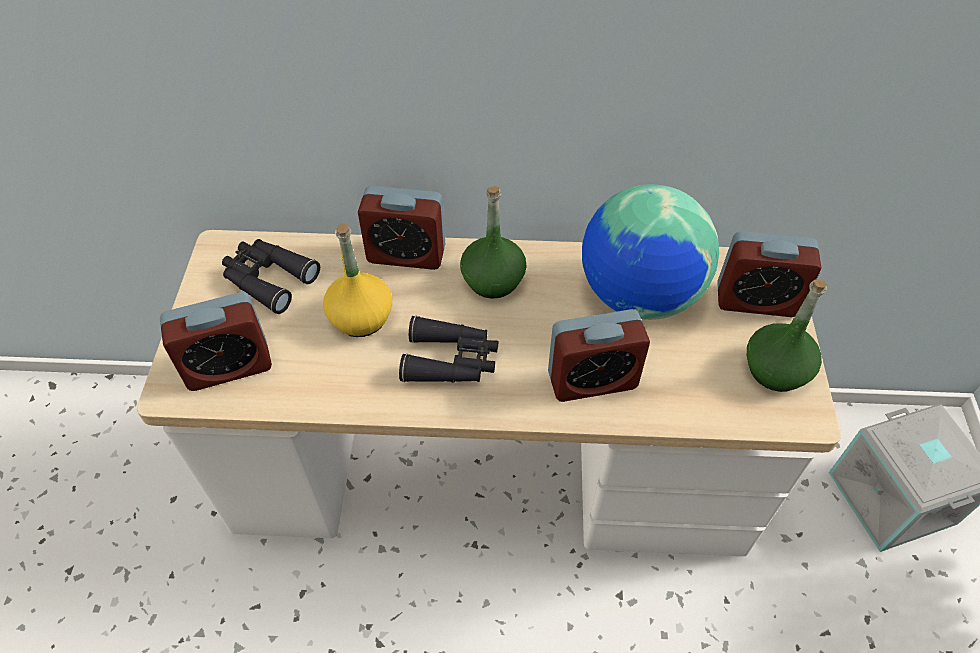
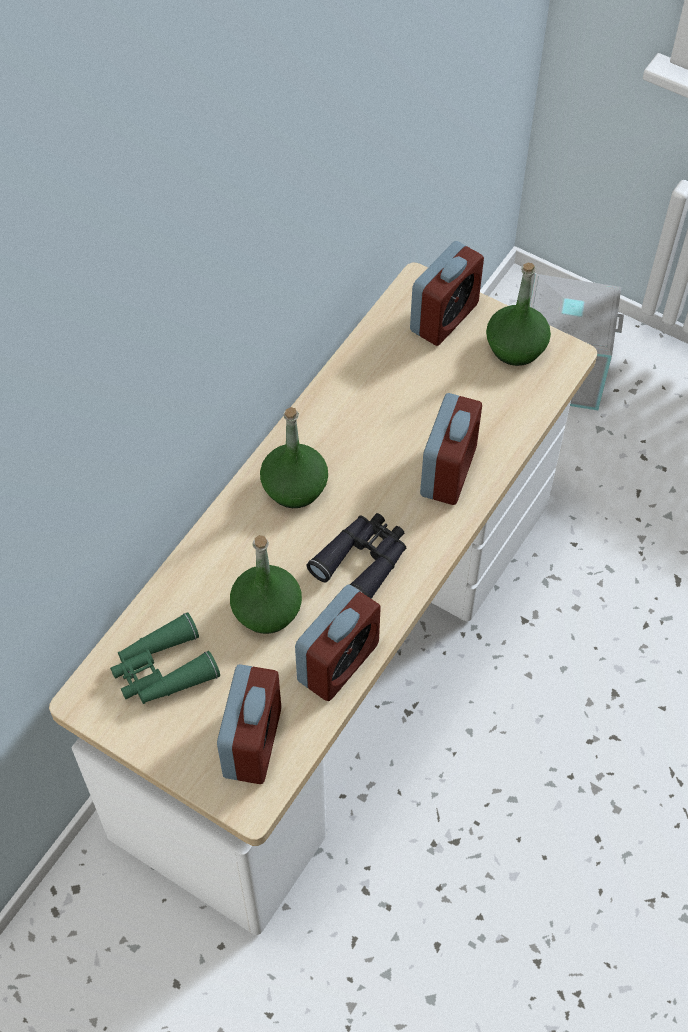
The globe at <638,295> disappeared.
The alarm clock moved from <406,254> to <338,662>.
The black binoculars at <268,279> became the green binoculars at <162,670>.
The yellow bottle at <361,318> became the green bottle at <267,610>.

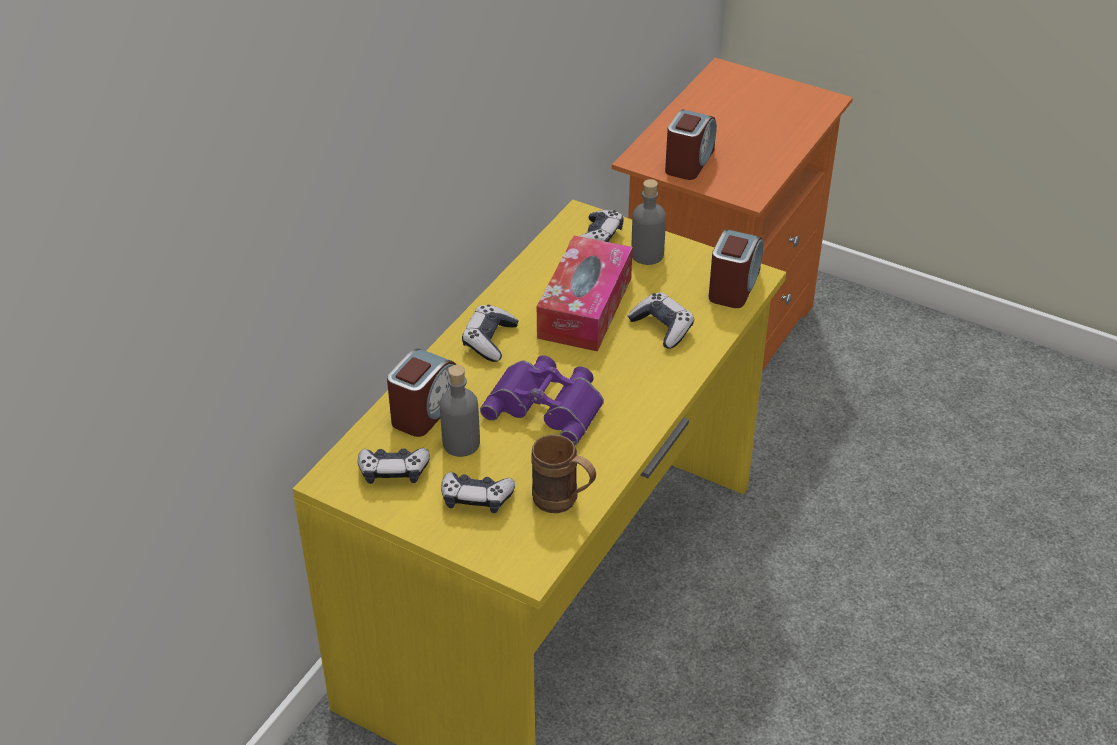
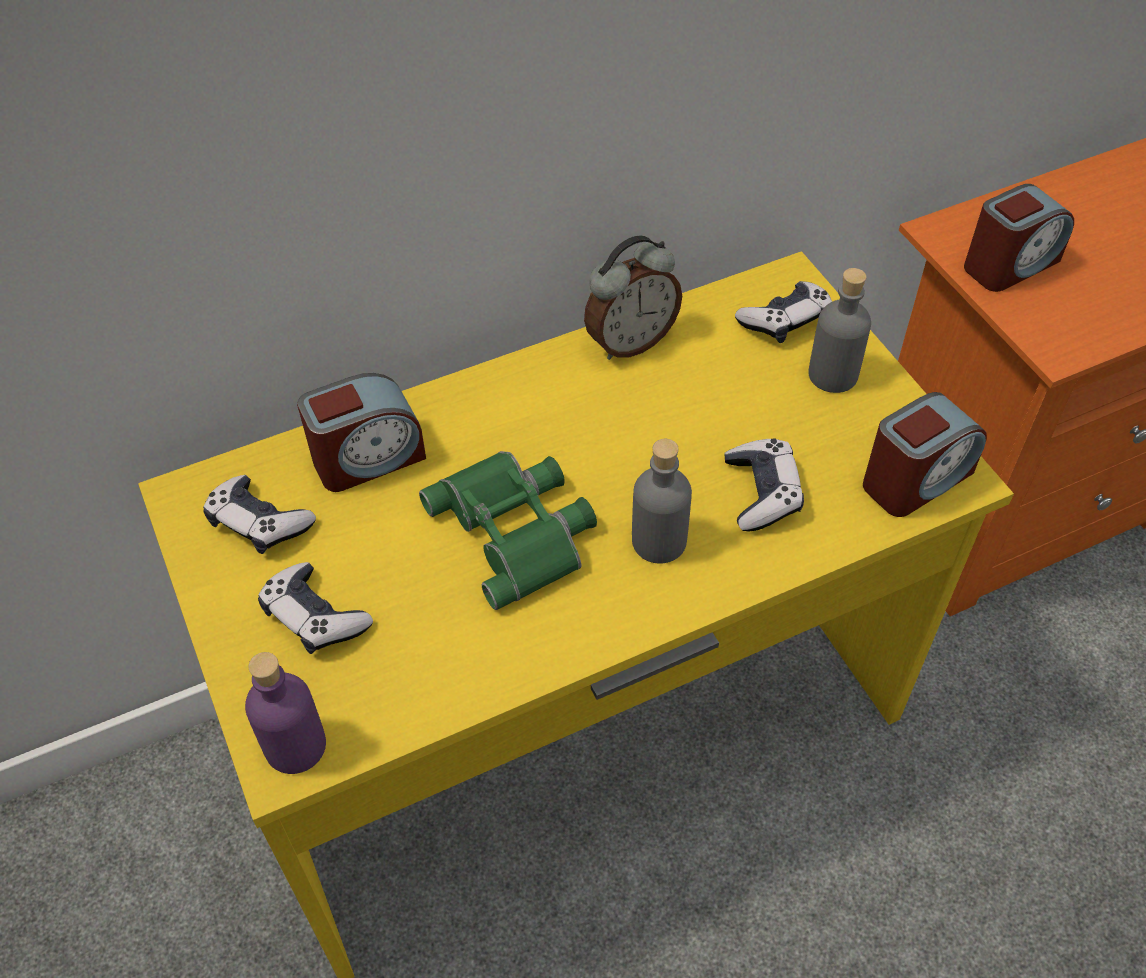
The game controller at <489,340> disappeared.
The brown mug at <563,503> disappeared.
The tissue box at <585,307> disappeared.
The purple bottle at <295,746> appeared.
The alarm clock at <630,342> appeared.
The grey bottle moved from <461,443> to <658,541>.
The purple binoculars at <548,405> became the green binoculars at <517,529>.

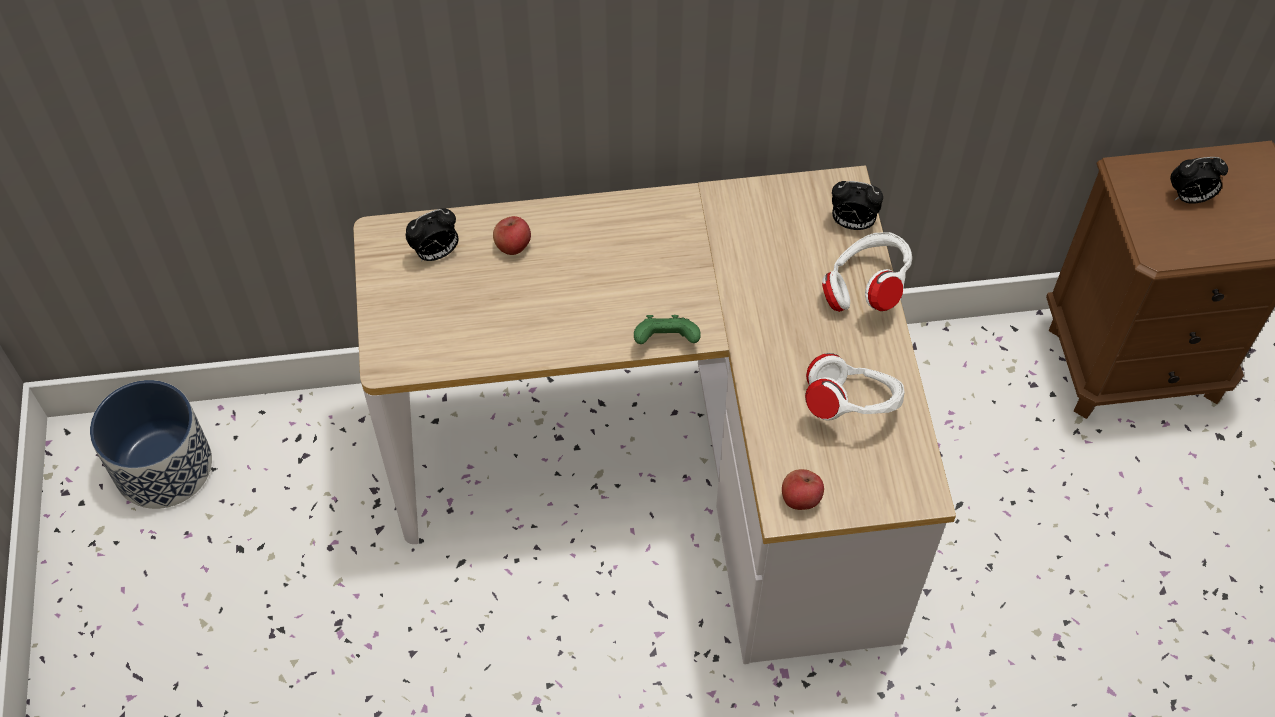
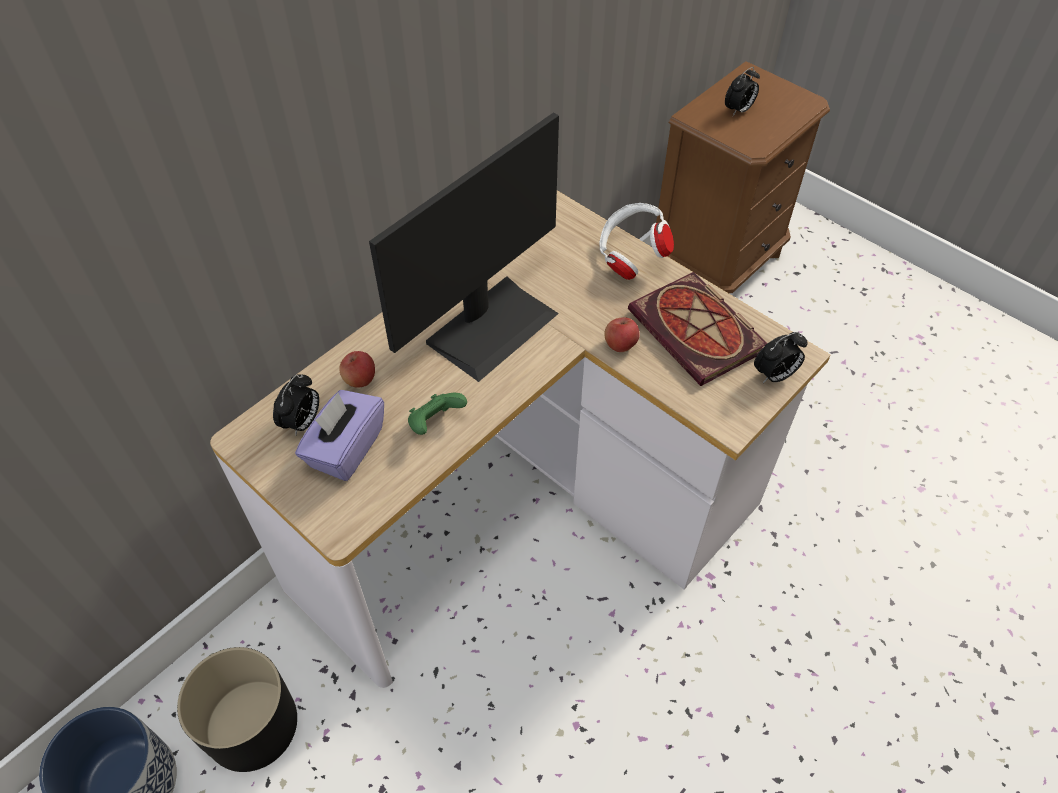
The black planter at <252,726> appeared.
The purple tissue box at <345,448> appeared.
The monitor at <491,326> appeared.
The green game controller moved from <666,341> to <435,423>.
The apple moved from <800,499> to <620,345>.
The alarm clock moved from <852,223> to <774,376>.
The white headphones at <850,407> was replaced by the book at <699,333>.

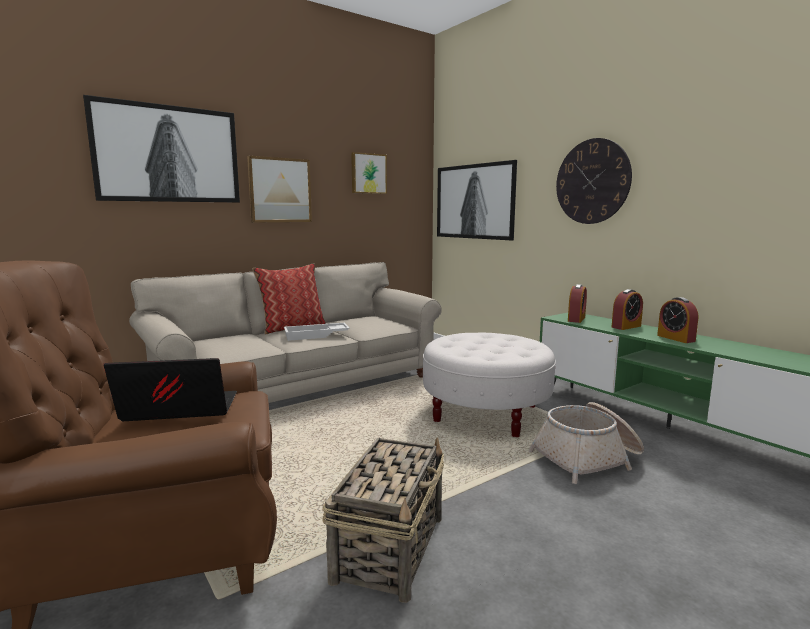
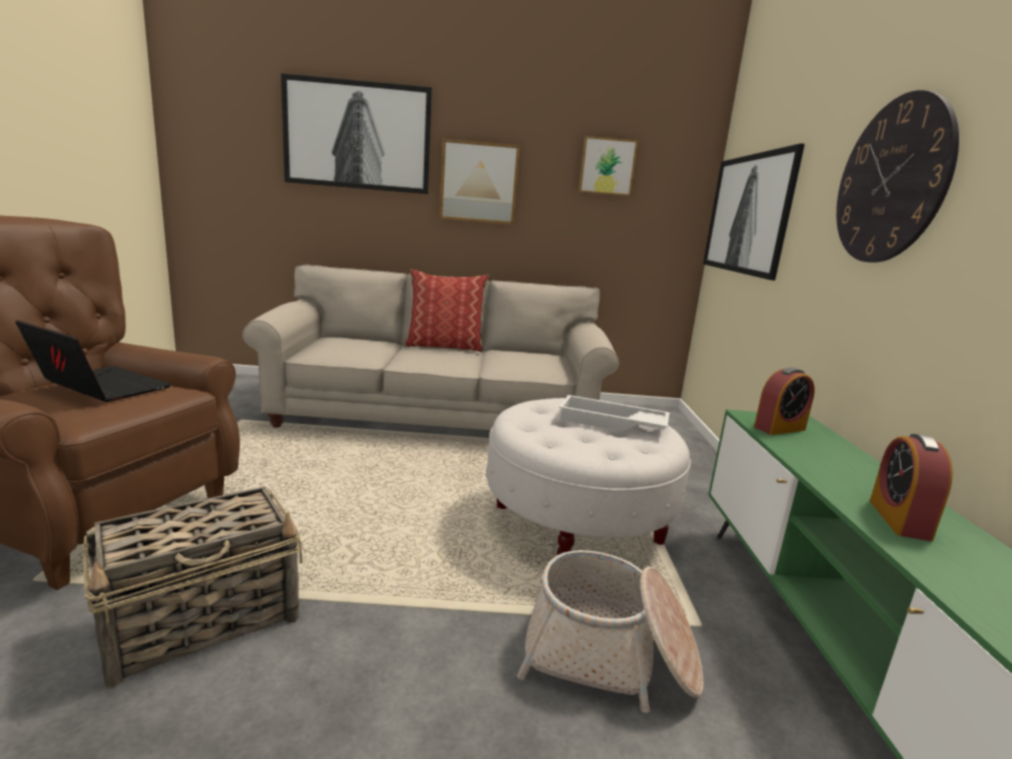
The alarm clock at <626,326> disappeared.
The white tray moved from <316,335> to <611,423>.

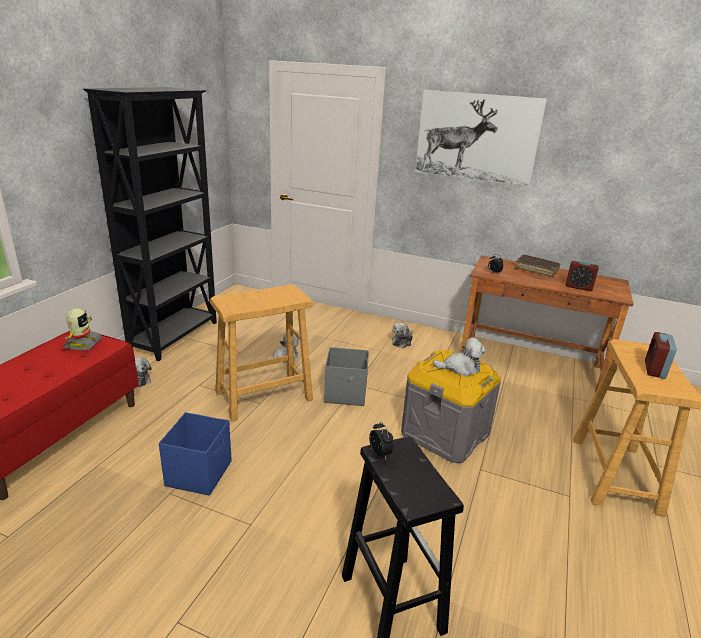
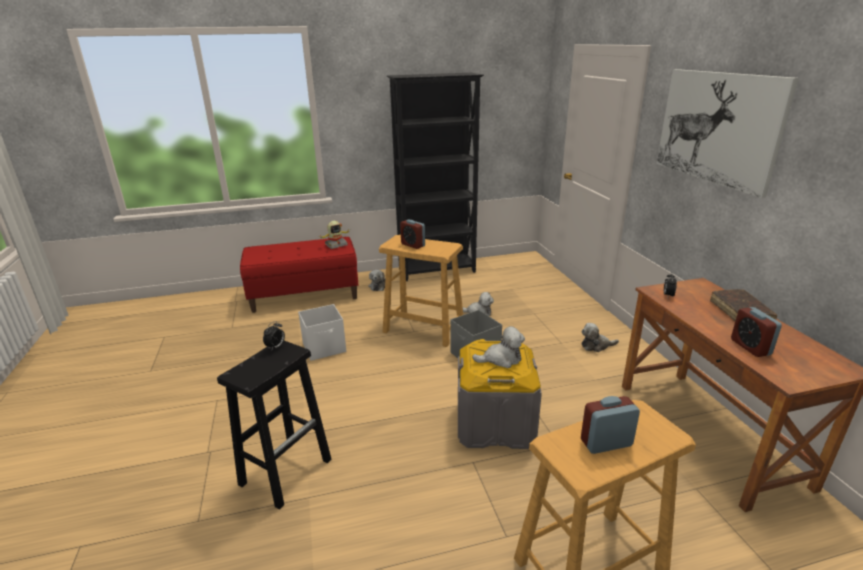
The alarm clock at <413,245> appeared.
The blue storage box at <200,473> became the white storage box at <325,348>.
The plush toy at <460,368> turned 60 degrees counterclockwise.

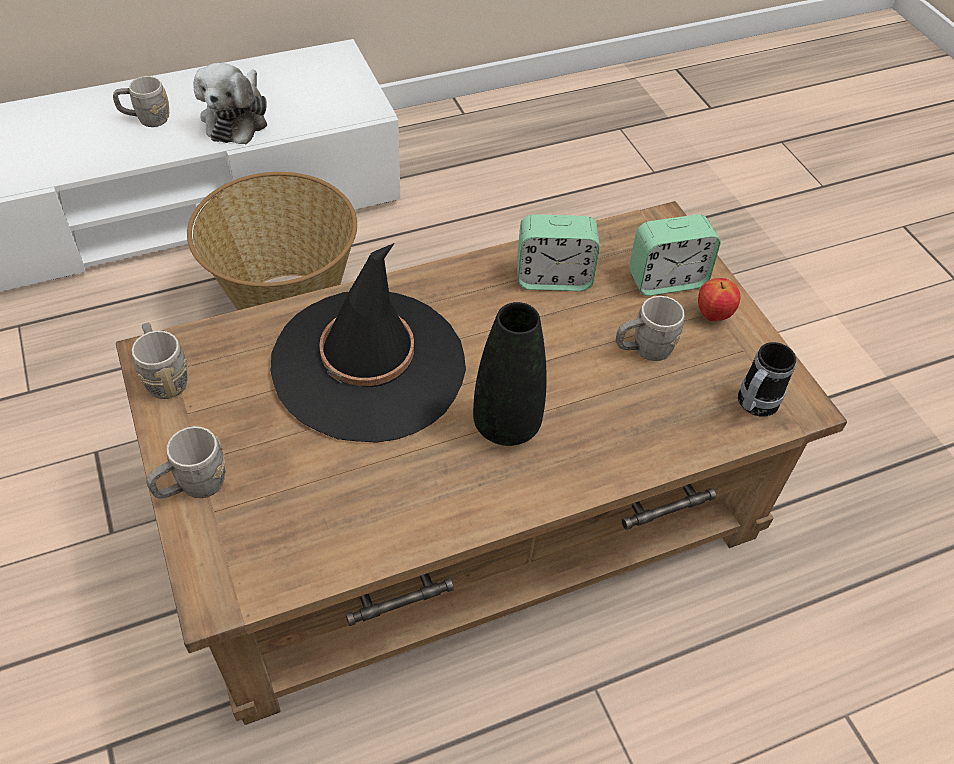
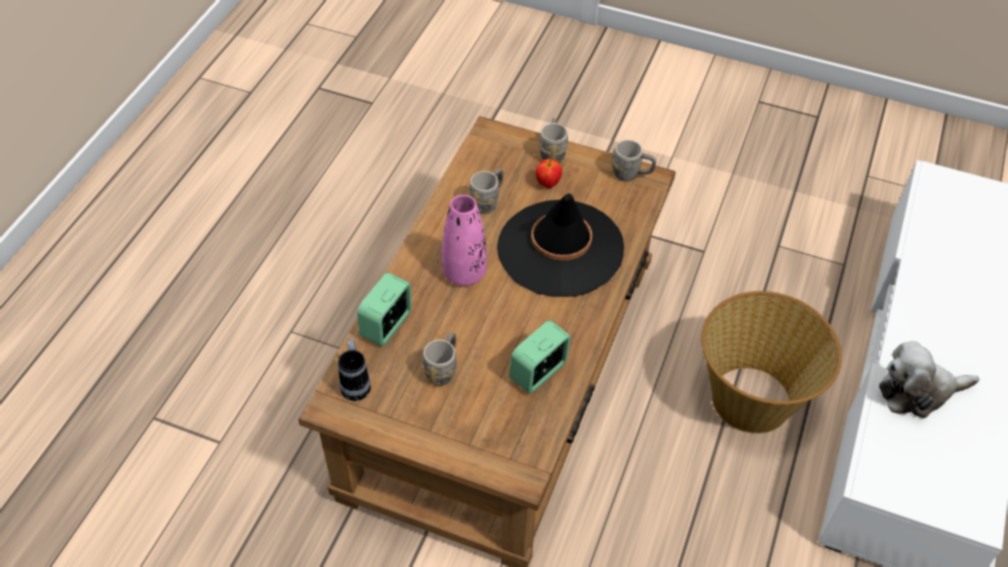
The grey mug moved from <146,119> to <488,201>.
The alarm clock moved from <666,280> to <387,325>.
The apple moved from <713,315> to <548,184>.
The black vase at <506,425> became the pink vase at <464,273>.
The plush toy at <237,118> turned 60 degrees counterclockwise.

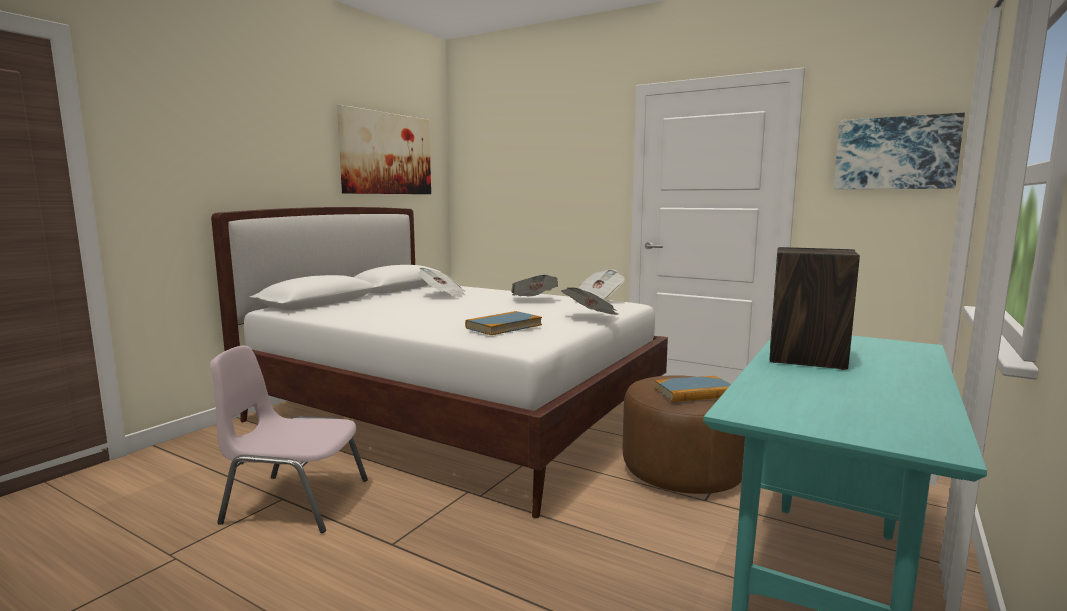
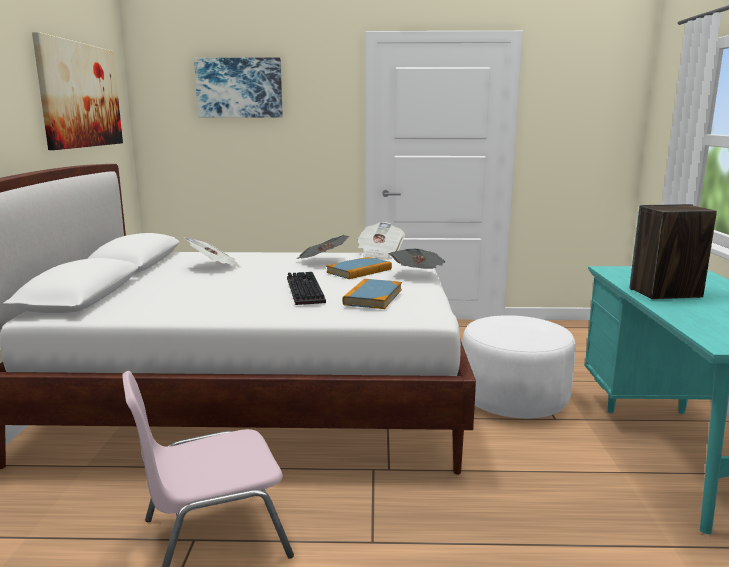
The keyboard at <303,290> appeared.
The book moved from <695,392> to <359,271>.
The picture moved from <895,153> to <239,88>.
The brown ottoman at <683,471> became the white ottoman at <513,399>.

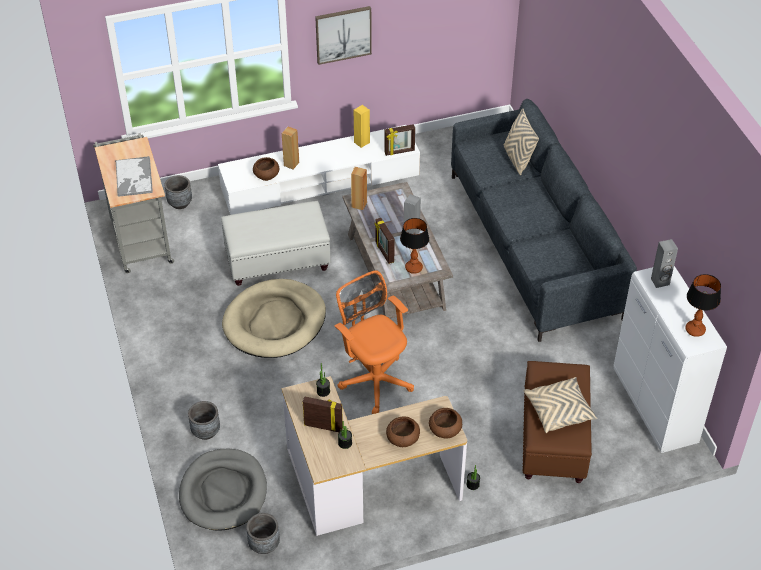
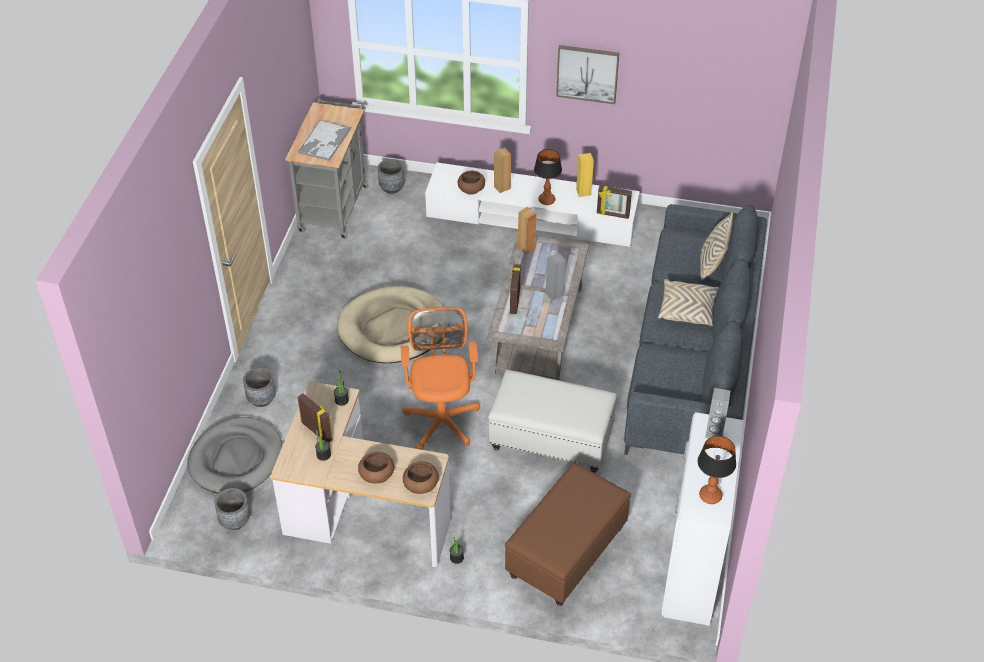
The white ottoman moved from <278,260> to <552,440>.
The table lamp moved from <414,268> to <547,200>.
The beige pillow moved from <559,411> to <687,309>.

